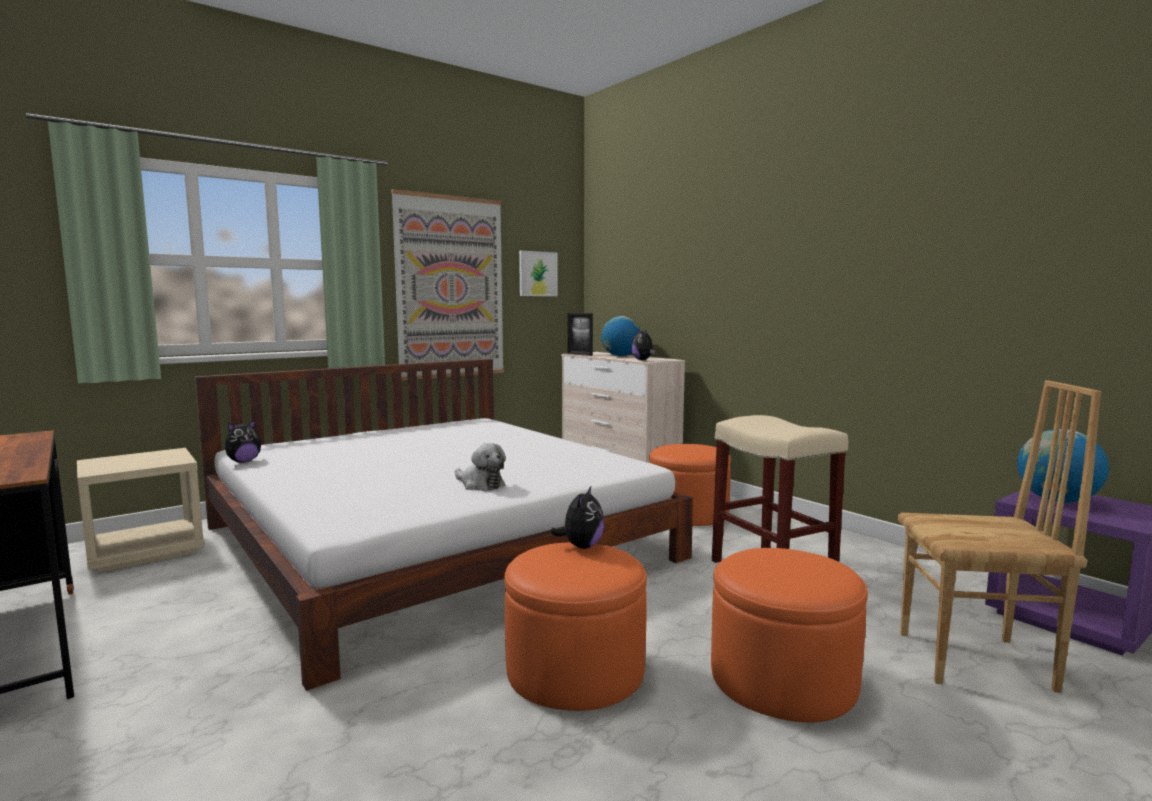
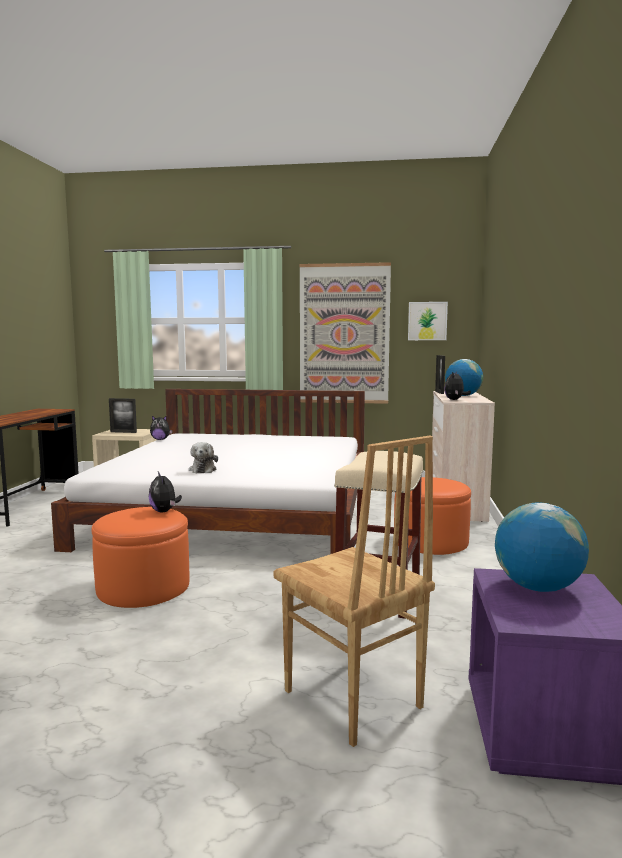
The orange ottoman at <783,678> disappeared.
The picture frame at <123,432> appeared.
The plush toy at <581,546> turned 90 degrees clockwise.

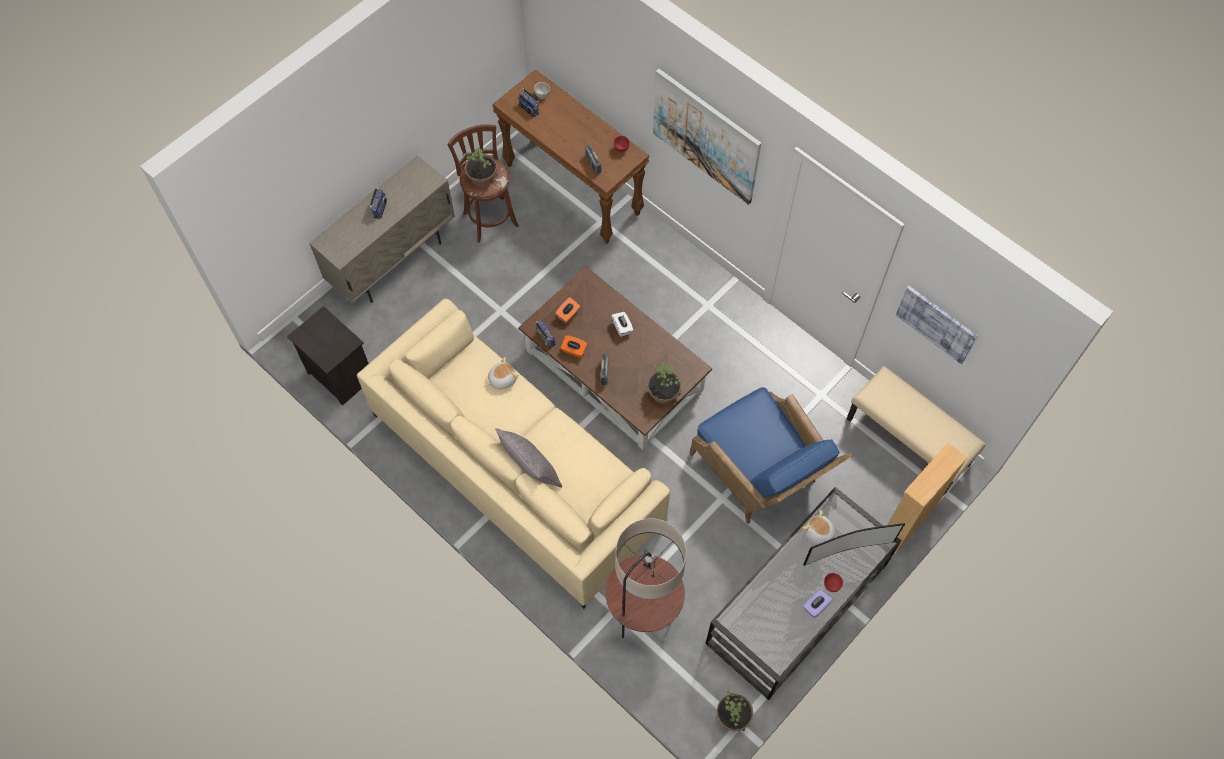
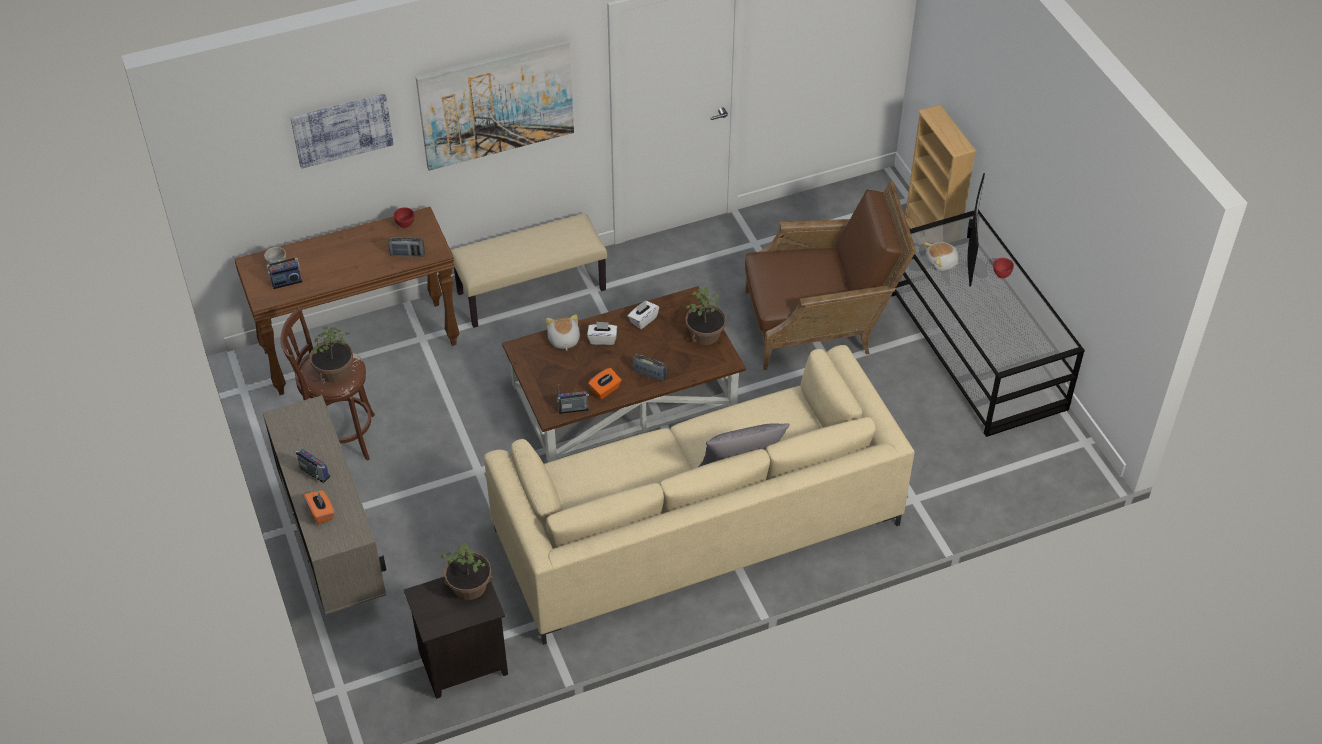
The floor lamp at <643,615> disappeared.
The purple tissue box at <816,606> disappeared.
The white tissue box at <643,320> appeared.
The plush toy moved from <502,379> to <563,340>.
The orange tissue box moved from <568,314> to <321,513>.
The potted plant moved from <733,716> to <469,586>.
The beige bench moved from <908,441> to <531,291>.
The picture moved from <936,323> to <342,129>.
The blue armchair at <761,475> became the brown armchair at <819,323>.

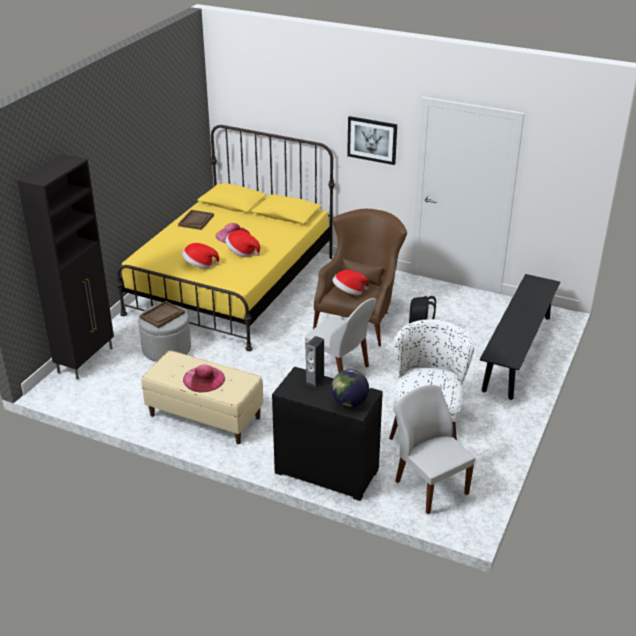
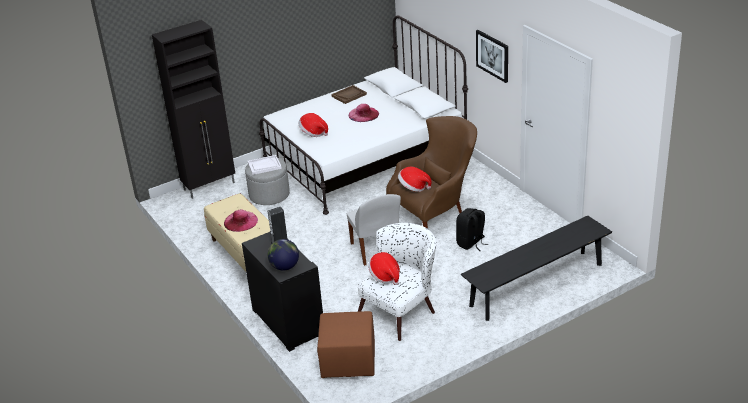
The hat moved from <242,252> to <385,276>.
The white chair at <430,486> was replaced by the brown ottoman at <349,361>.
The yellow bed at <232,285> became the white bed at <365,158>.
The brown tray at <162,315> became the white tray at <264,166>.

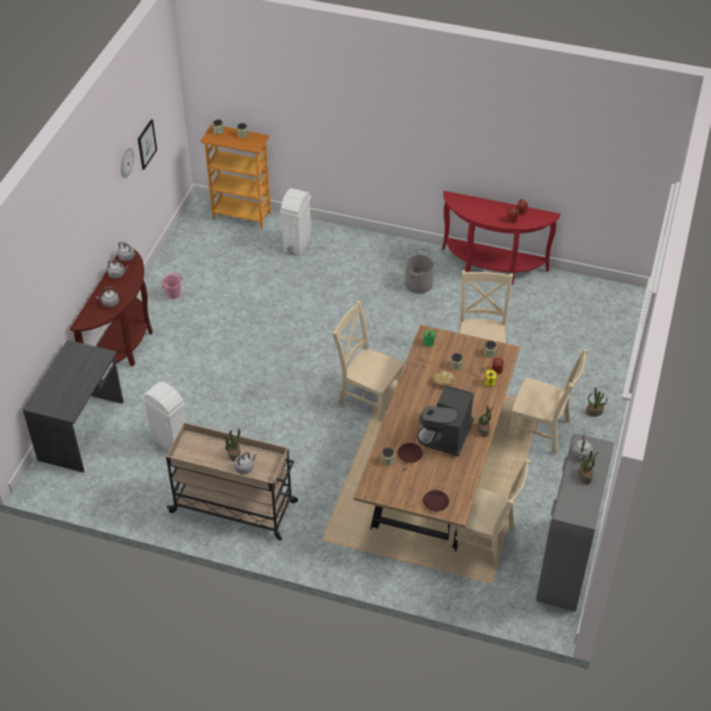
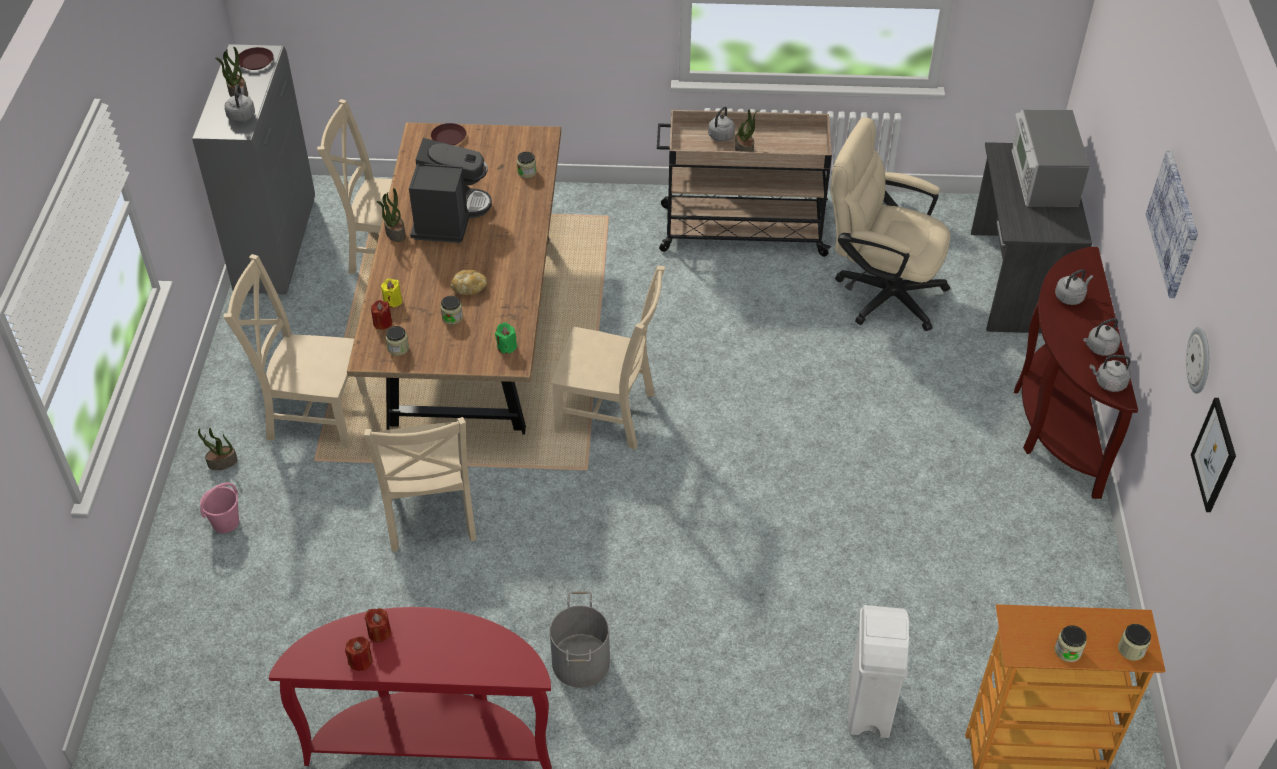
The microwave at <1042,178> appeared.
The picture at <1173,223> appeared.
The pink bucket moved from <173,294> to <226,522>.
The brown plate moved from <409,455> to <256,62>.
The white trash can at <170,441> was replaced by the beige office chair at <880,292>.

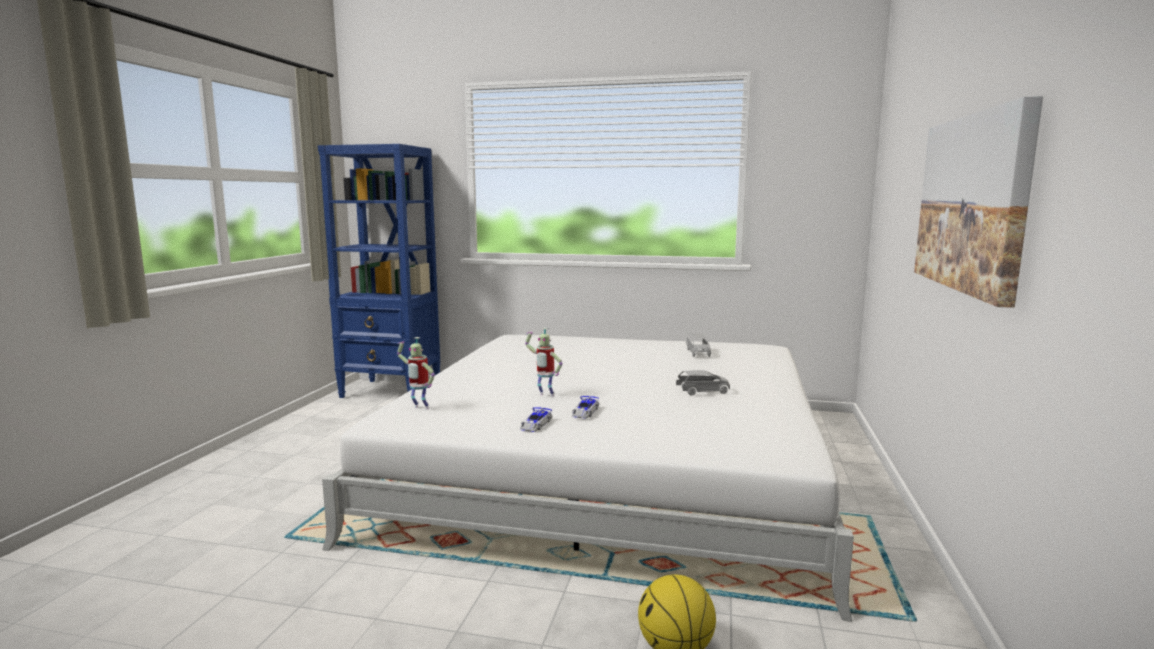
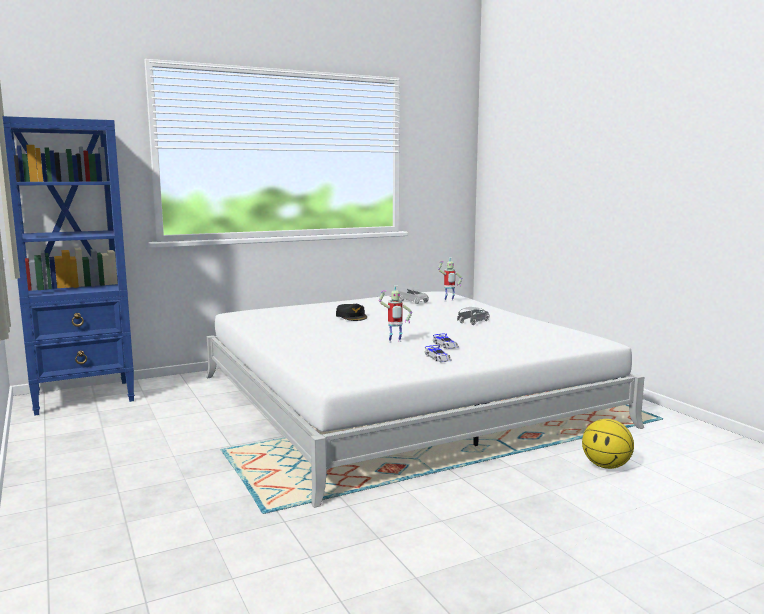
The picture at <972,203> disappeared.
The black cap at <351,316> appeared.
The toy robot moved from <419,408> to <449,301>.

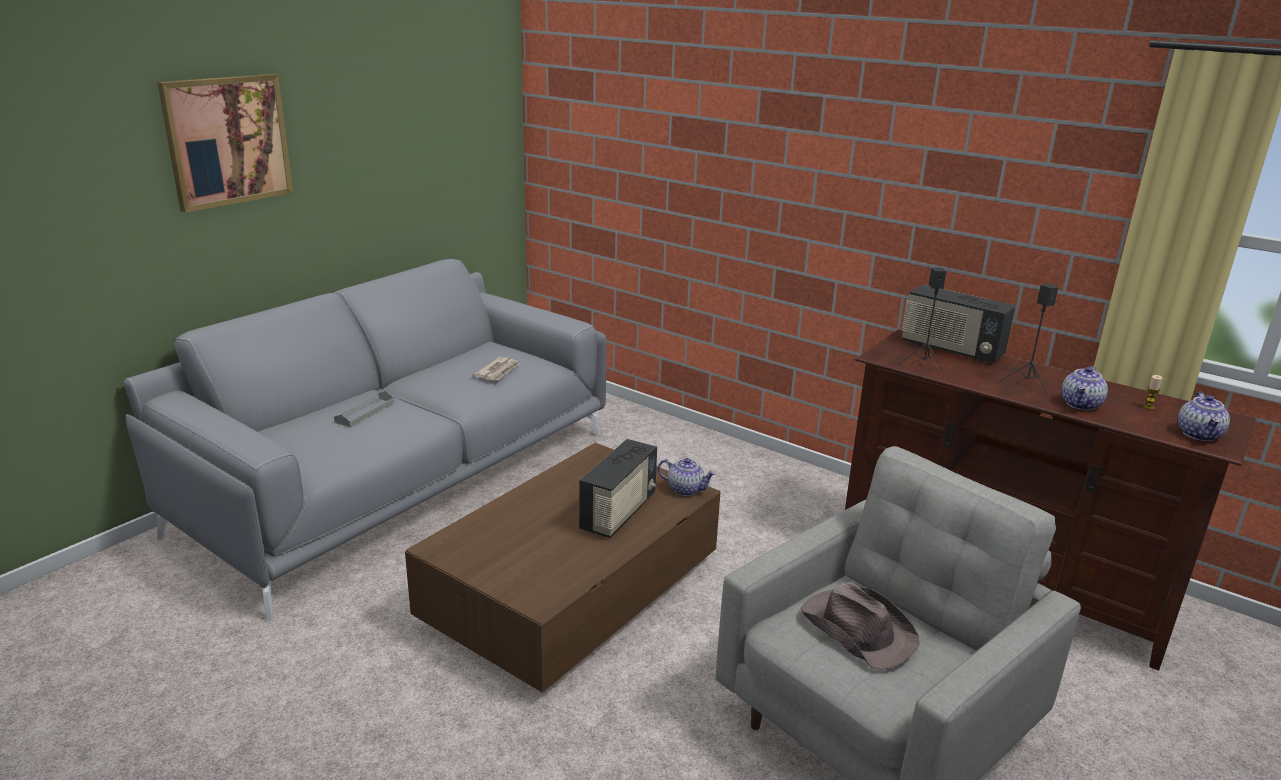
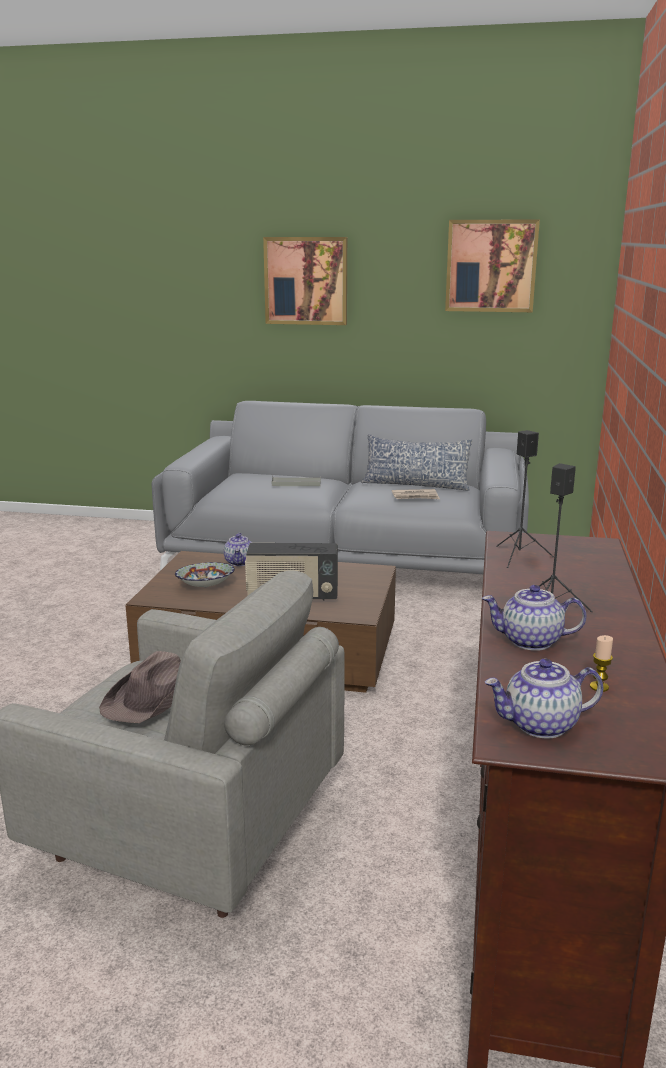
The radio at <951,350> disappeared.
The bowl at <206,586> appeared.
The pillow at <415,485> appeared.
The picture at <491,266> appeared.
The teapot moved from <686,489> to <240,562>.

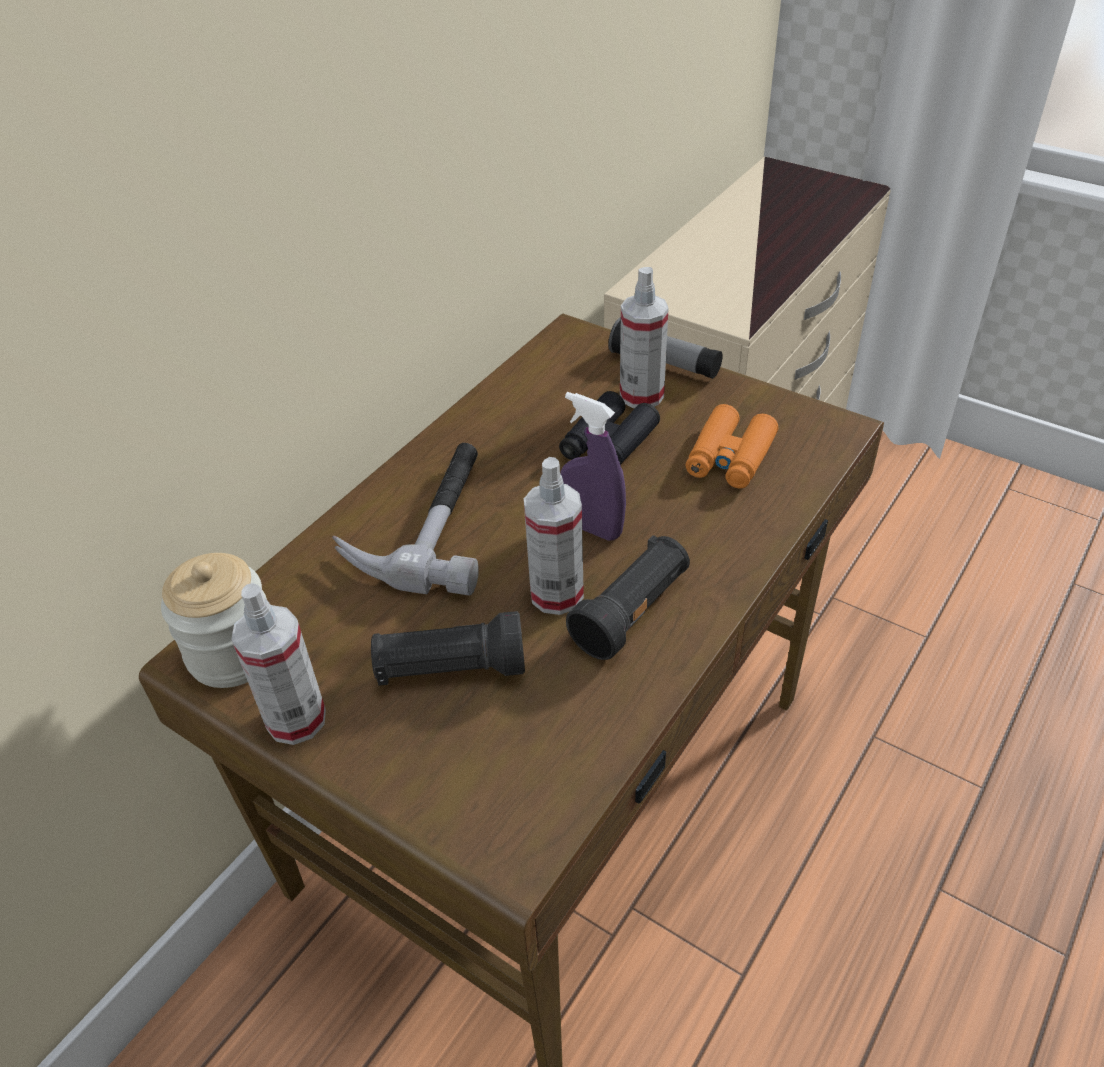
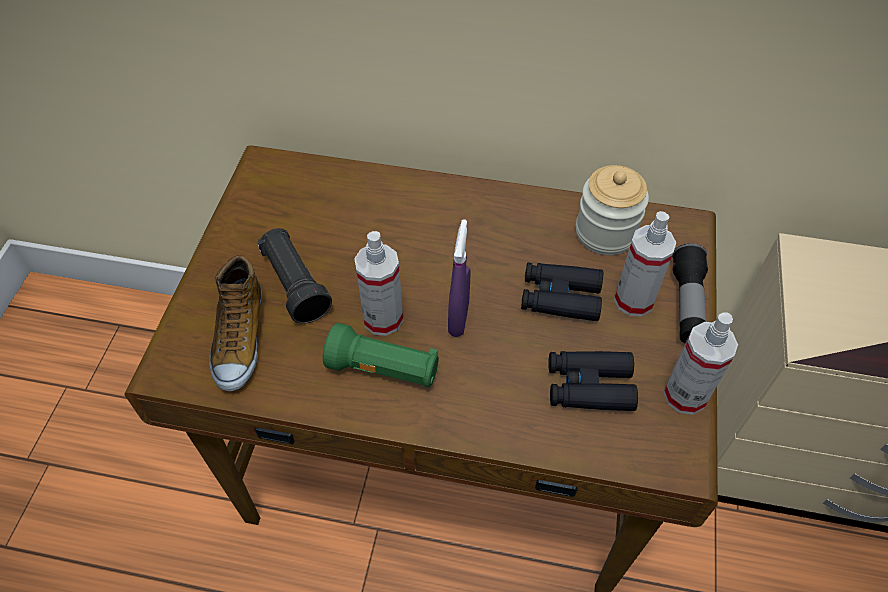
The hammer at <426,524> disappeared.
The shoe at <239,338> appeared.
The jar moved from <234,653> to <605,233>.
The spray bottle moved from <296,719> to <685,395>.
The black flashlight at <632,612> became the green flashlight at <384,369>.
The orange binoculars at <730,457> became the black binoculars at <589,386>.

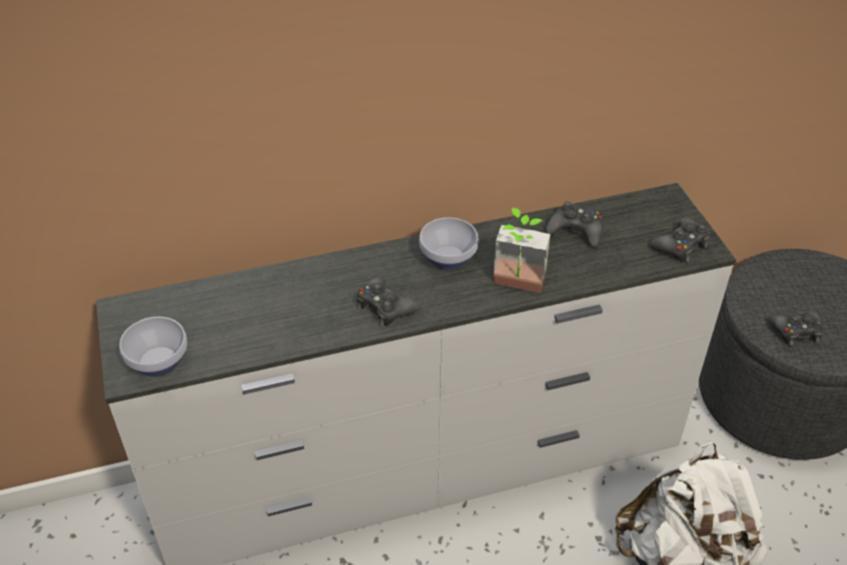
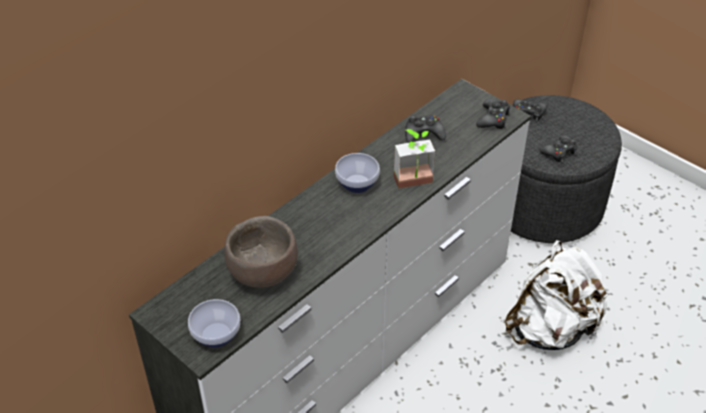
The brown bowl at <263,273> appeared.
The black game controller moved from <384,307> to <528,113>.

